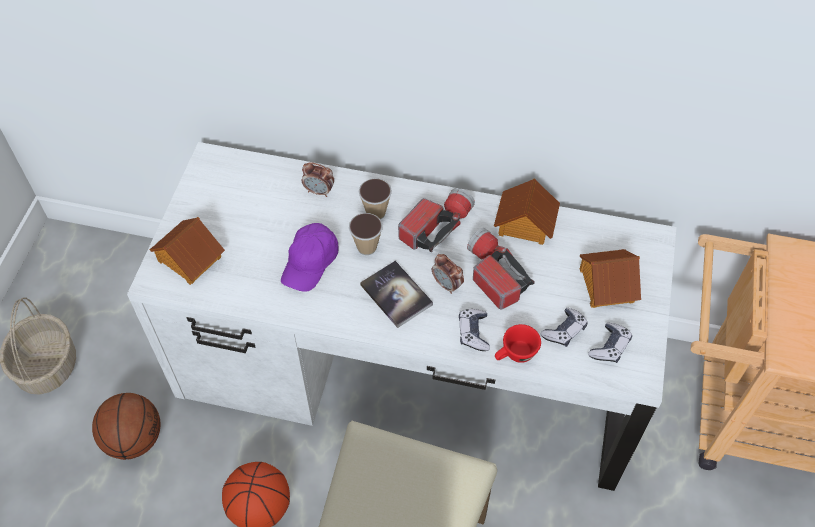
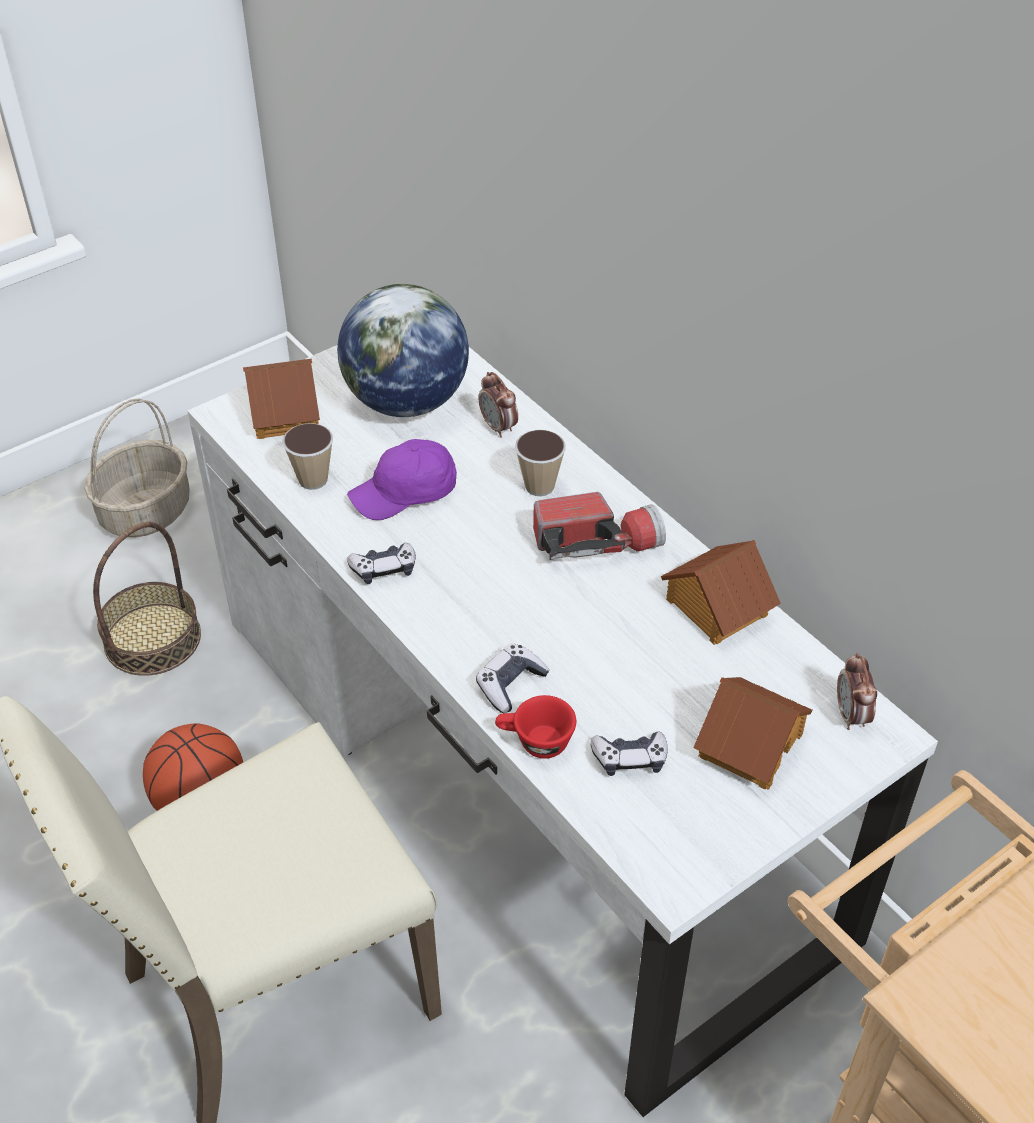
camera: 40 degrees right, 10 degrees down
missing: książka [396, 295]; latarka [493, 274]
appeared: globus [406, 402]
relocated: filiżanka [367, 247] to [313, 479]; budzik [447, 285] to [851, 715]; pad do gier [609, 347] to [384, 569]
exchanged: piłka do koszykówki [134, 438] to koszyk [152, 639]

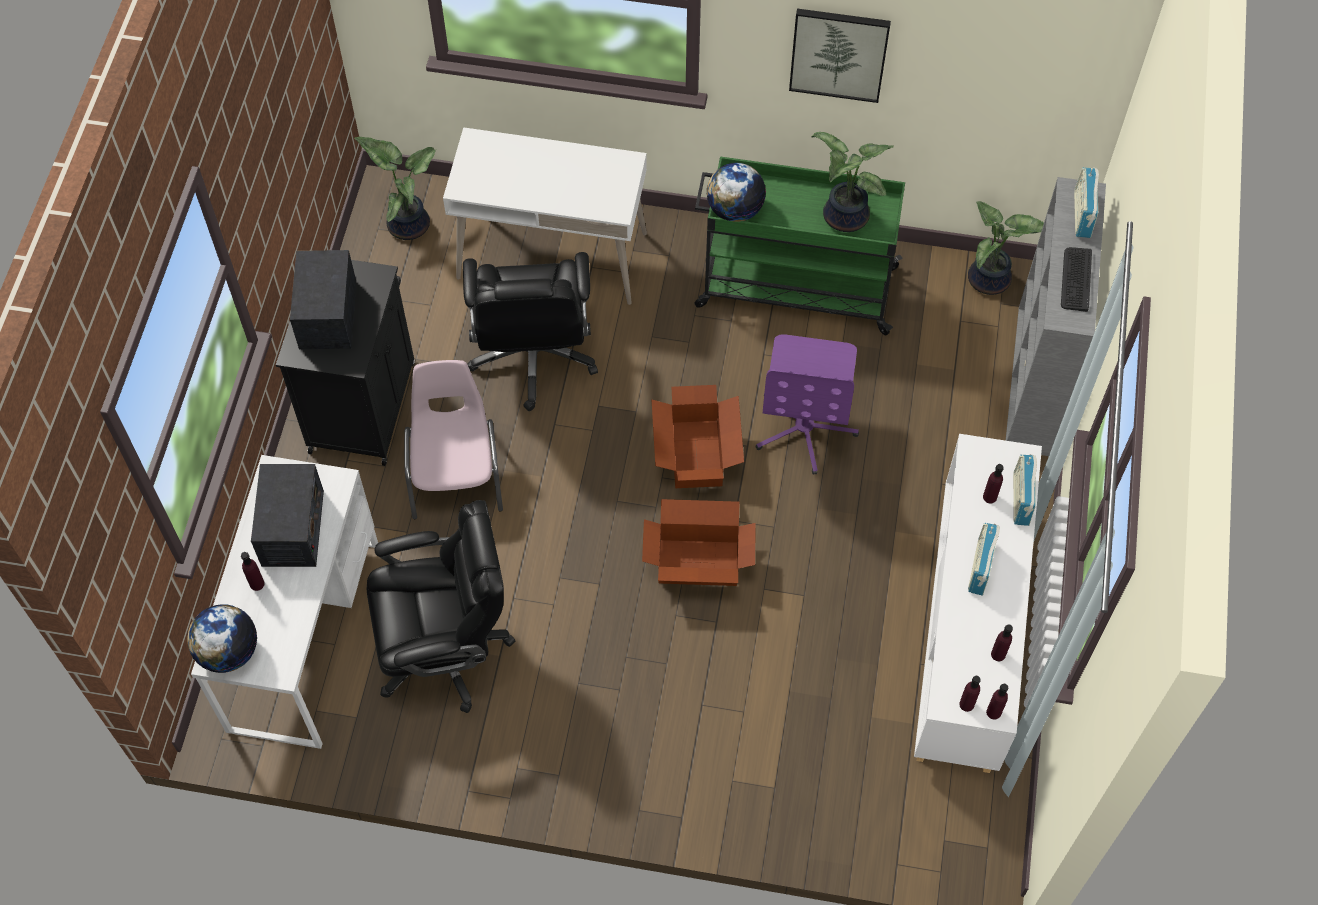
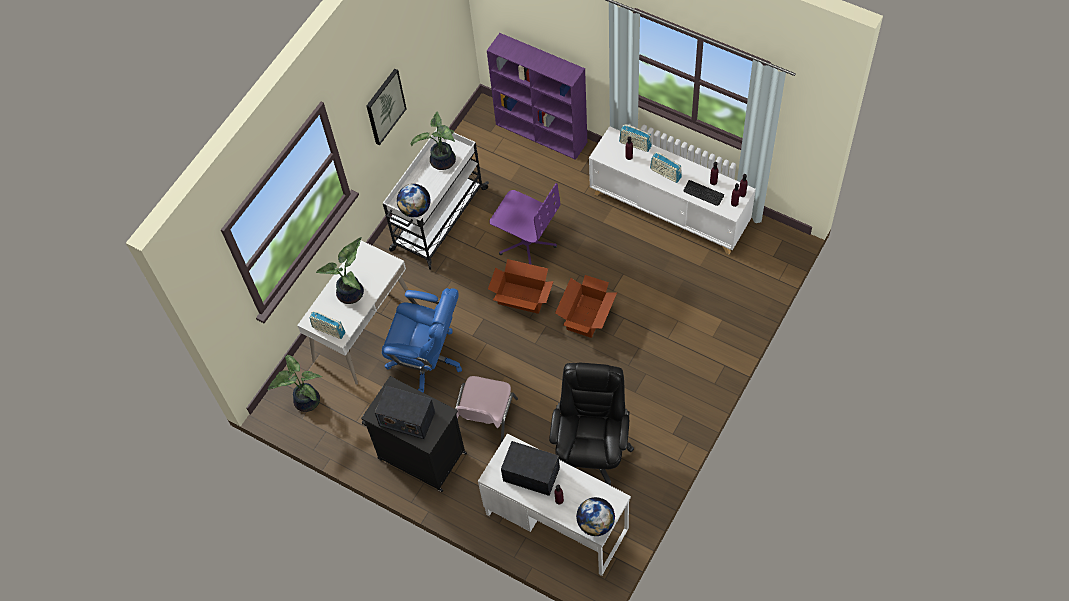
camera: 65 degrees left, 0 degrees up
relocated: roślina doniczkowa [990, 282] to [352, 293]; klawiatura [1076, 279] to [703, 193]; radio [1082, 214] to [329, 330]
colour: krzesło biurowe [czarny] [534, 357] to krzesło biurowe [niebieski] [427, 359]; wózek [zielony] [794, 287] to wózek [biały] [438, 220]; regał [szary] [1034, 381] to regał [fioletowy] [542, 133]
spun: krzesło [różowy] [456, 473] = [485, 418] 90 degrees counterclockwise

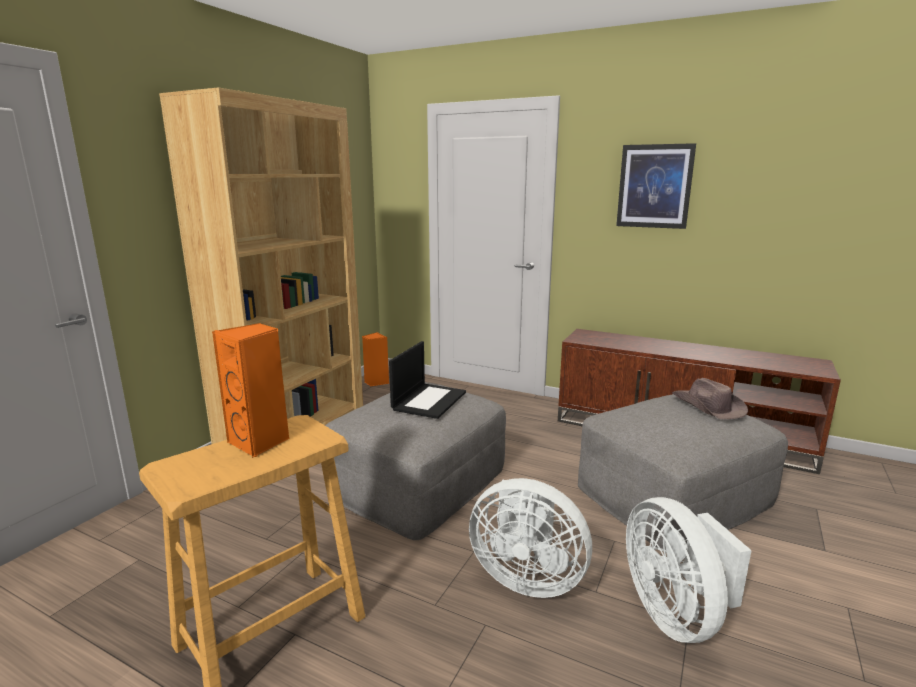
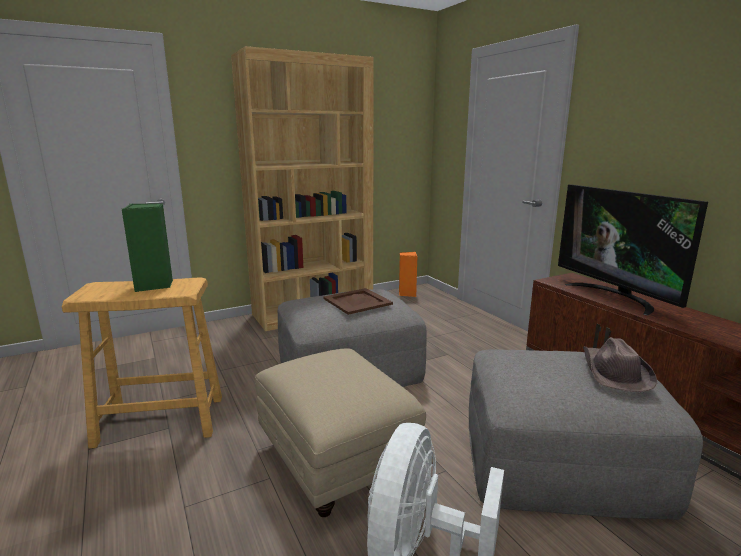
camera: 35 degrees right, 0 degrees up
missing: obraz [654, 186]
appeared: telewizor [615, 296]
exchanged: laptop [429, 400] to taca [brązowy] [357, 301]; wentylator [biały] [526, 577] to pufa [beżowy] [337, 462]
colour: głośnik [pomarańczowy] [260, 442] to głośnik [zielony] [154, 285]

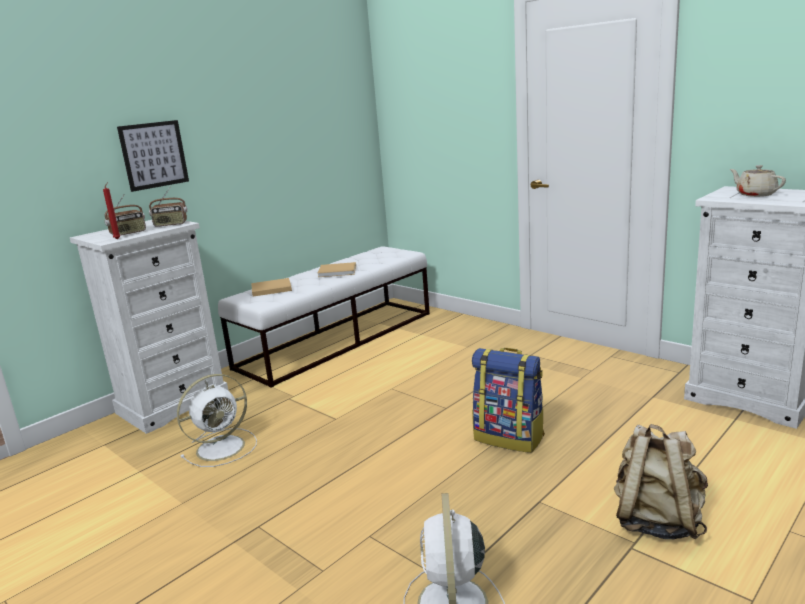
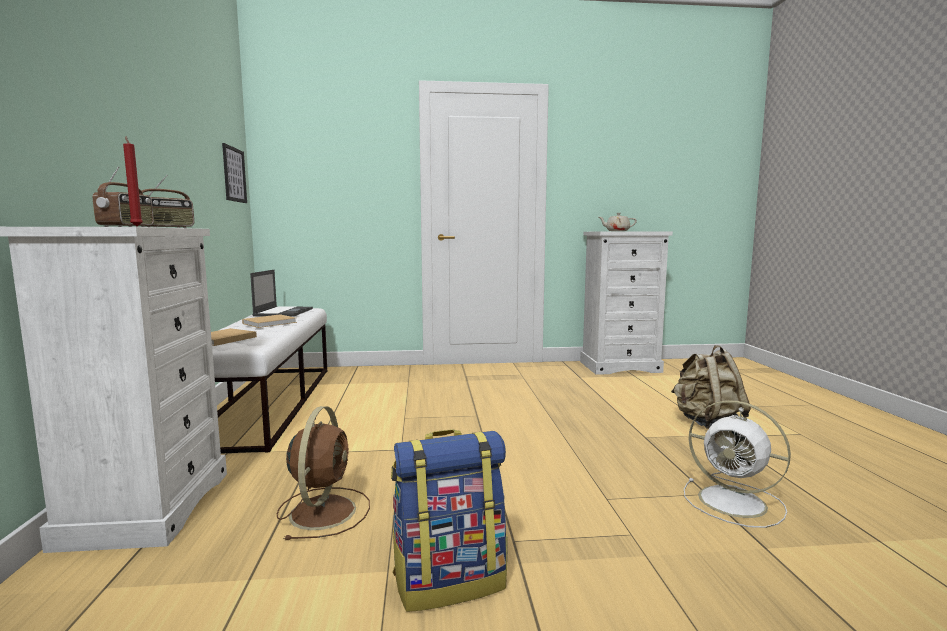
camera: 50 degrees left, 10 degrees down
appeared: laptop [284, 312]
relocated: obraz [154, 155] to [234, 174]; plecak [509, 437] to [450, 580]
colour: wentylator [biały] [222, 447] to wentylator [brązowy] [324, 510]

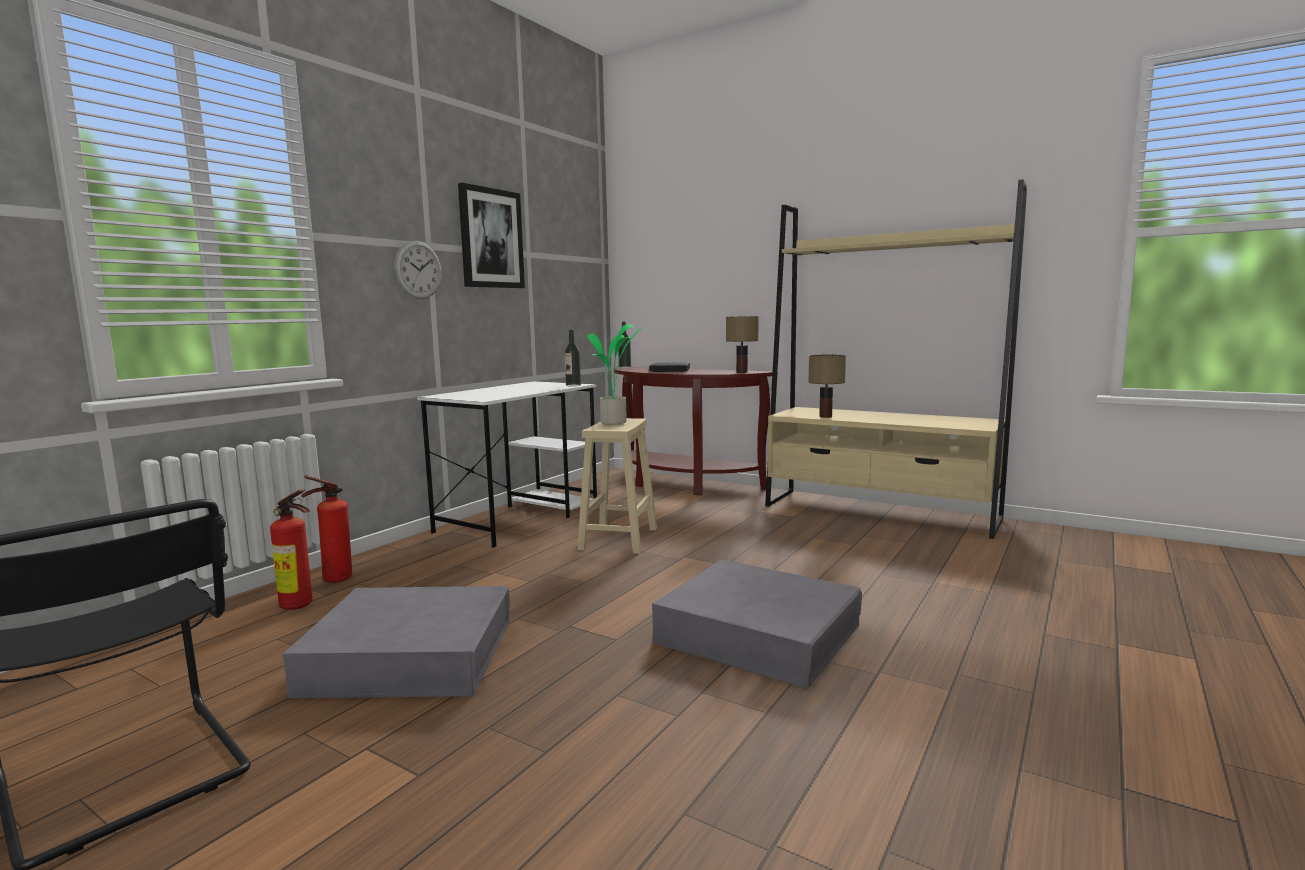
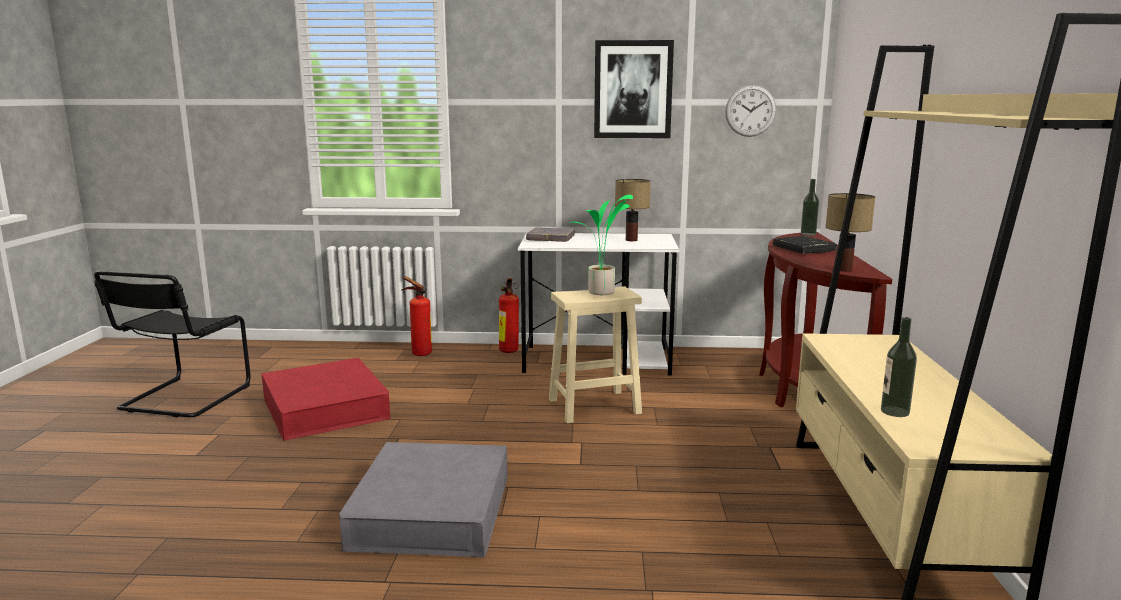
camera: 60 degrees right, 5 degrees up
appeared: książka [szary] [550, 238]
relocated: gaśnica [299, 606] to [508, 351]; zegar ścienny [418, 270] to [750, 111]; butelka [573, 385] to [895, 411]; lampa stołowa [825, 416] to [631, 240]
colour: pojemnik do przechowywania [szary] [410, 656] to pojemnik do przechowywania [czerwony] [325, 408]

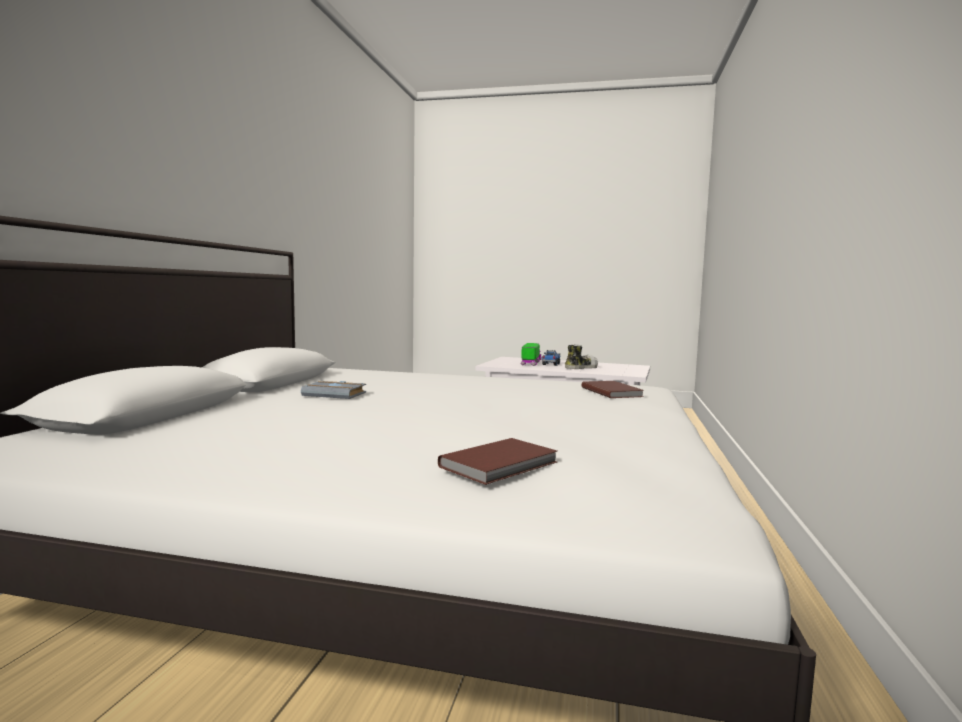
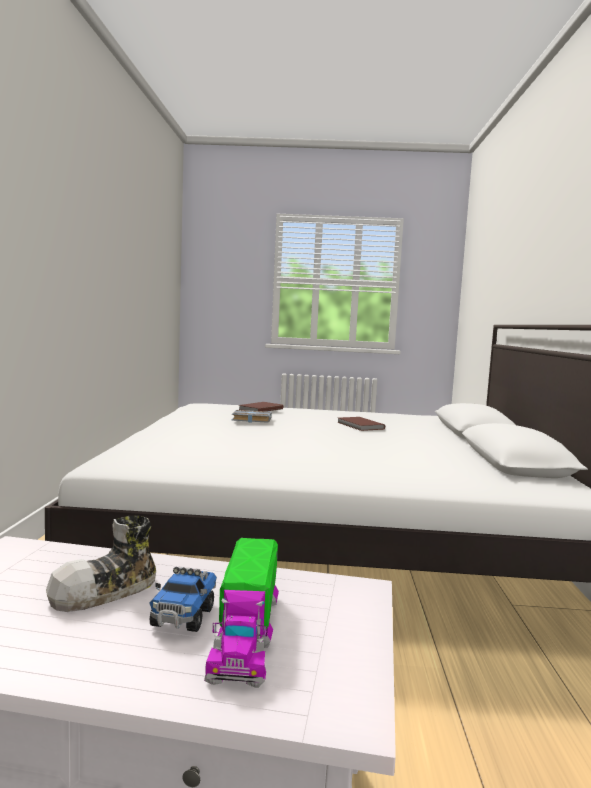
camera: 170 degrees right, 0 degrees up
relocated: książka [szary] [336, 394] to [250, 420]; książka [brązowy] [612, 392] to [359, 426]

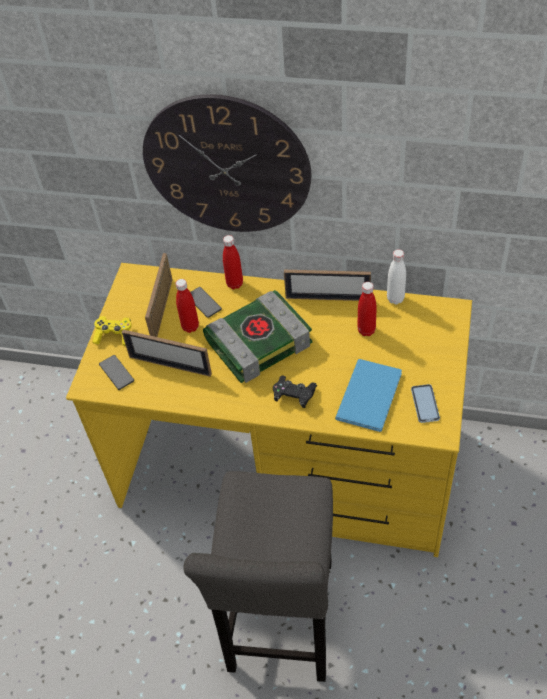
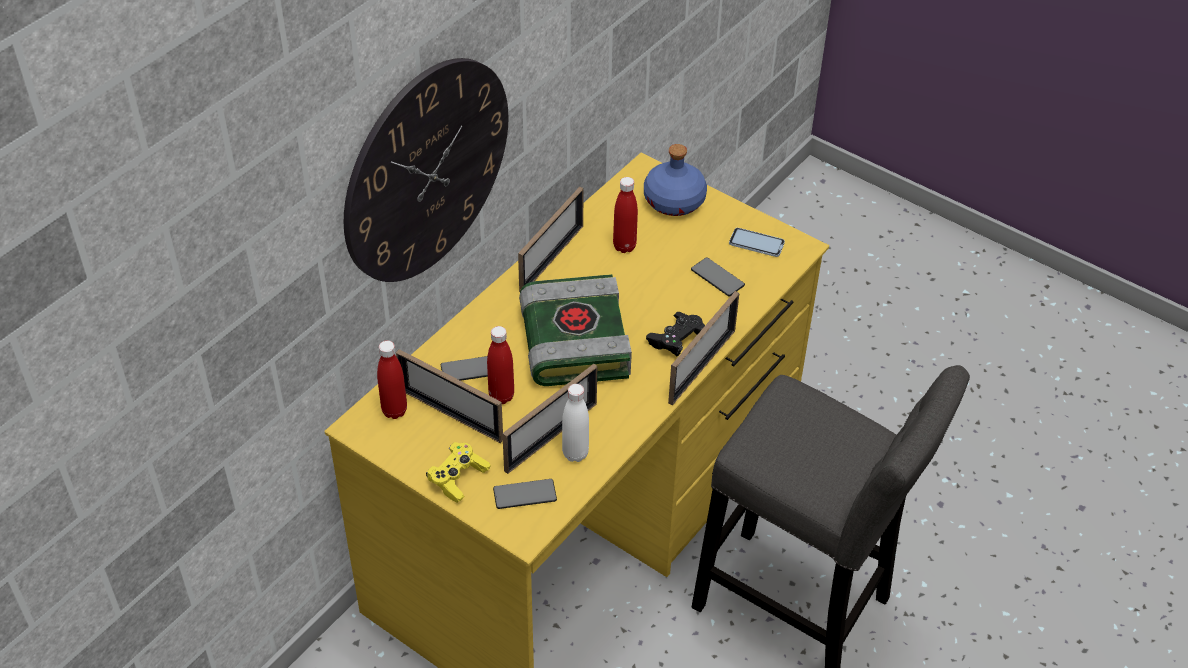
camera: 70 degrees left, 5 degrees down
appeared: butelka [niebieski] [674, 201]; ramka na zdjęcie [702, 366]
relocated: butelka [czerwony] [234, 284] to [394, 411]; butelka [biały] [395, 299] to [575, 453]
exchanged: książka [niebieski] [372, 394] to telefon [717, 278]

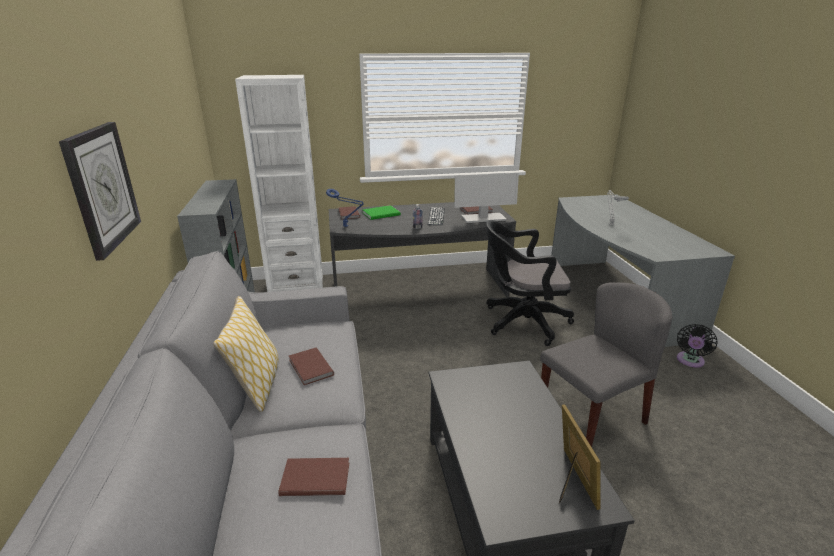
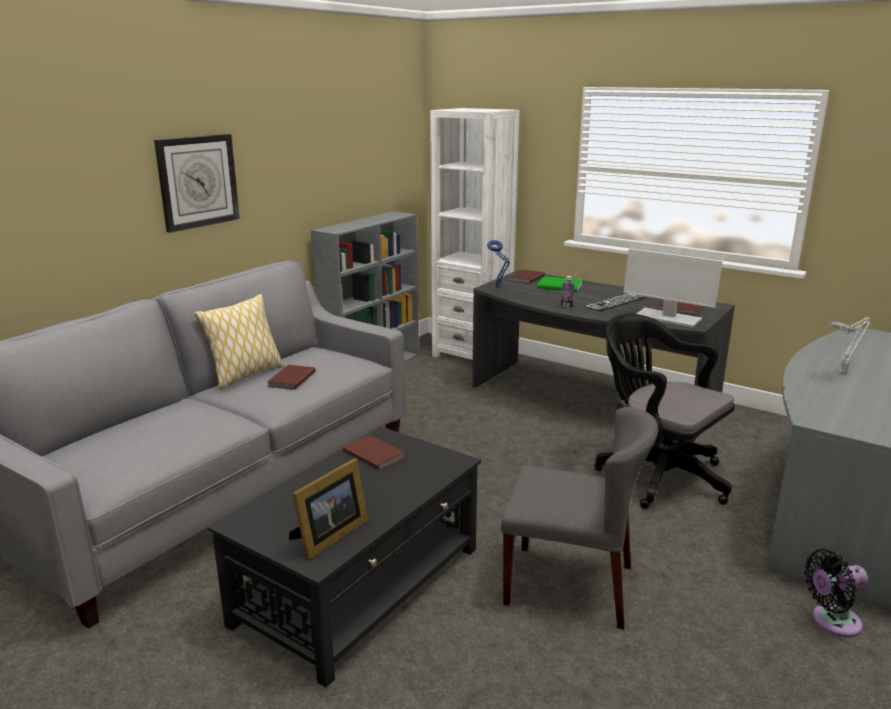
camera: 45 degrees right, 5 degrees down
relocated: książka [brązowy] [315, 478] to [374, 454]

